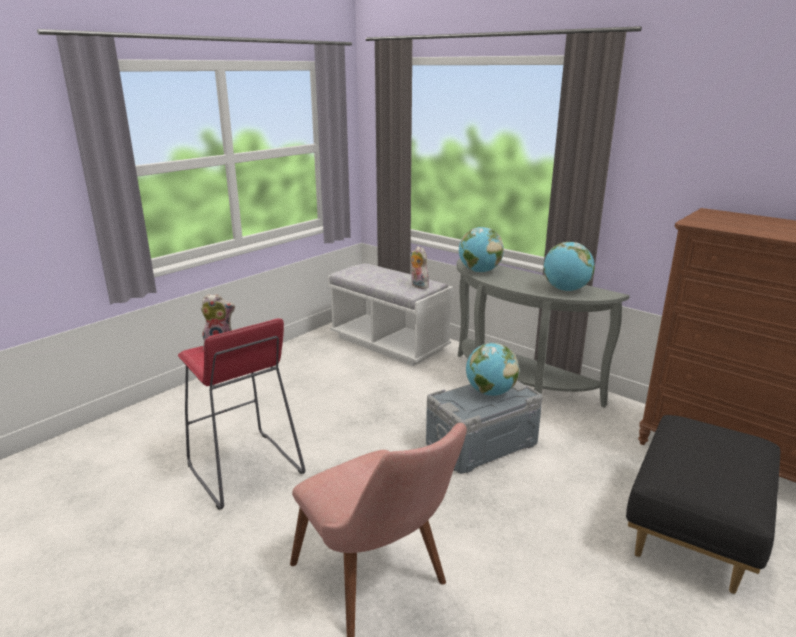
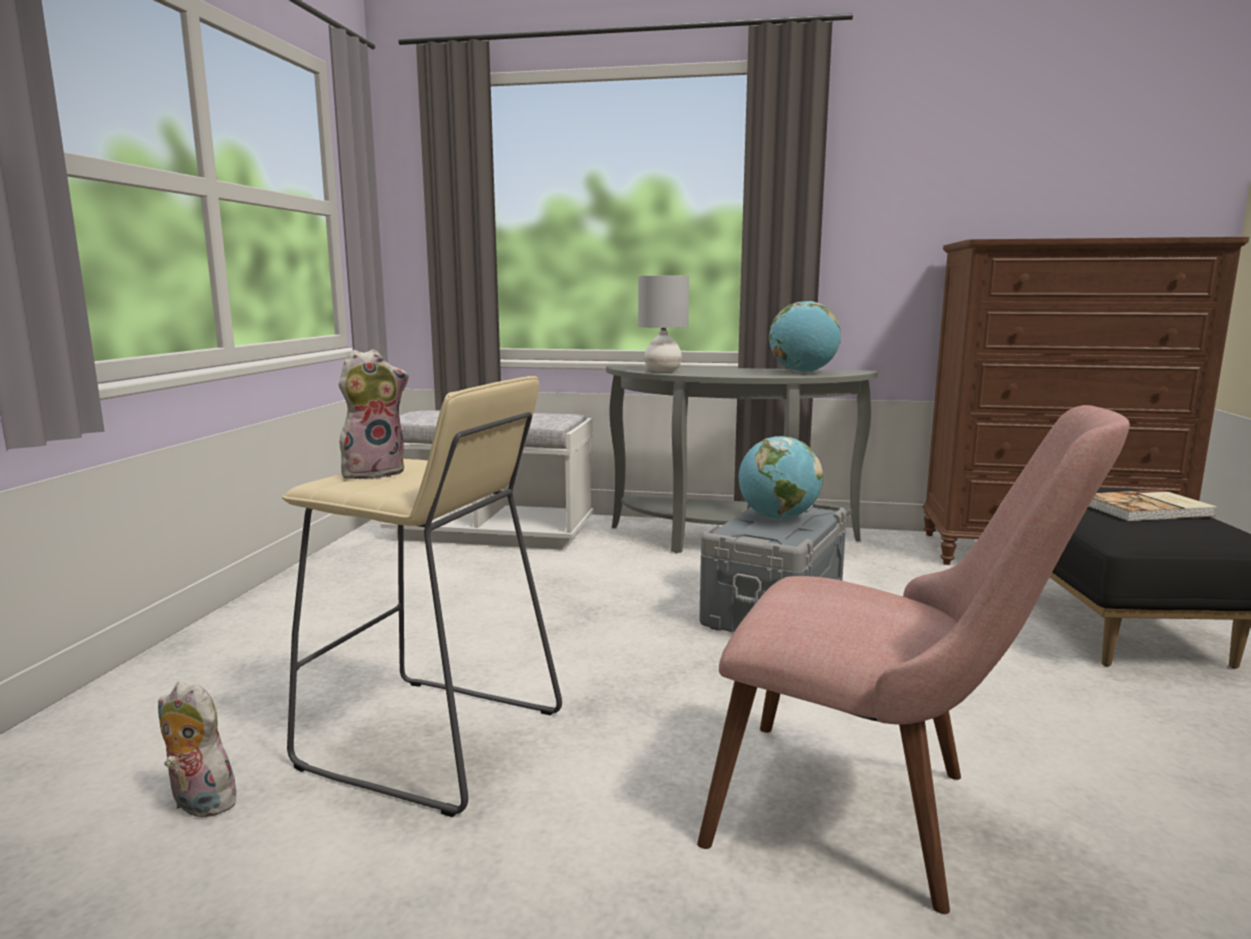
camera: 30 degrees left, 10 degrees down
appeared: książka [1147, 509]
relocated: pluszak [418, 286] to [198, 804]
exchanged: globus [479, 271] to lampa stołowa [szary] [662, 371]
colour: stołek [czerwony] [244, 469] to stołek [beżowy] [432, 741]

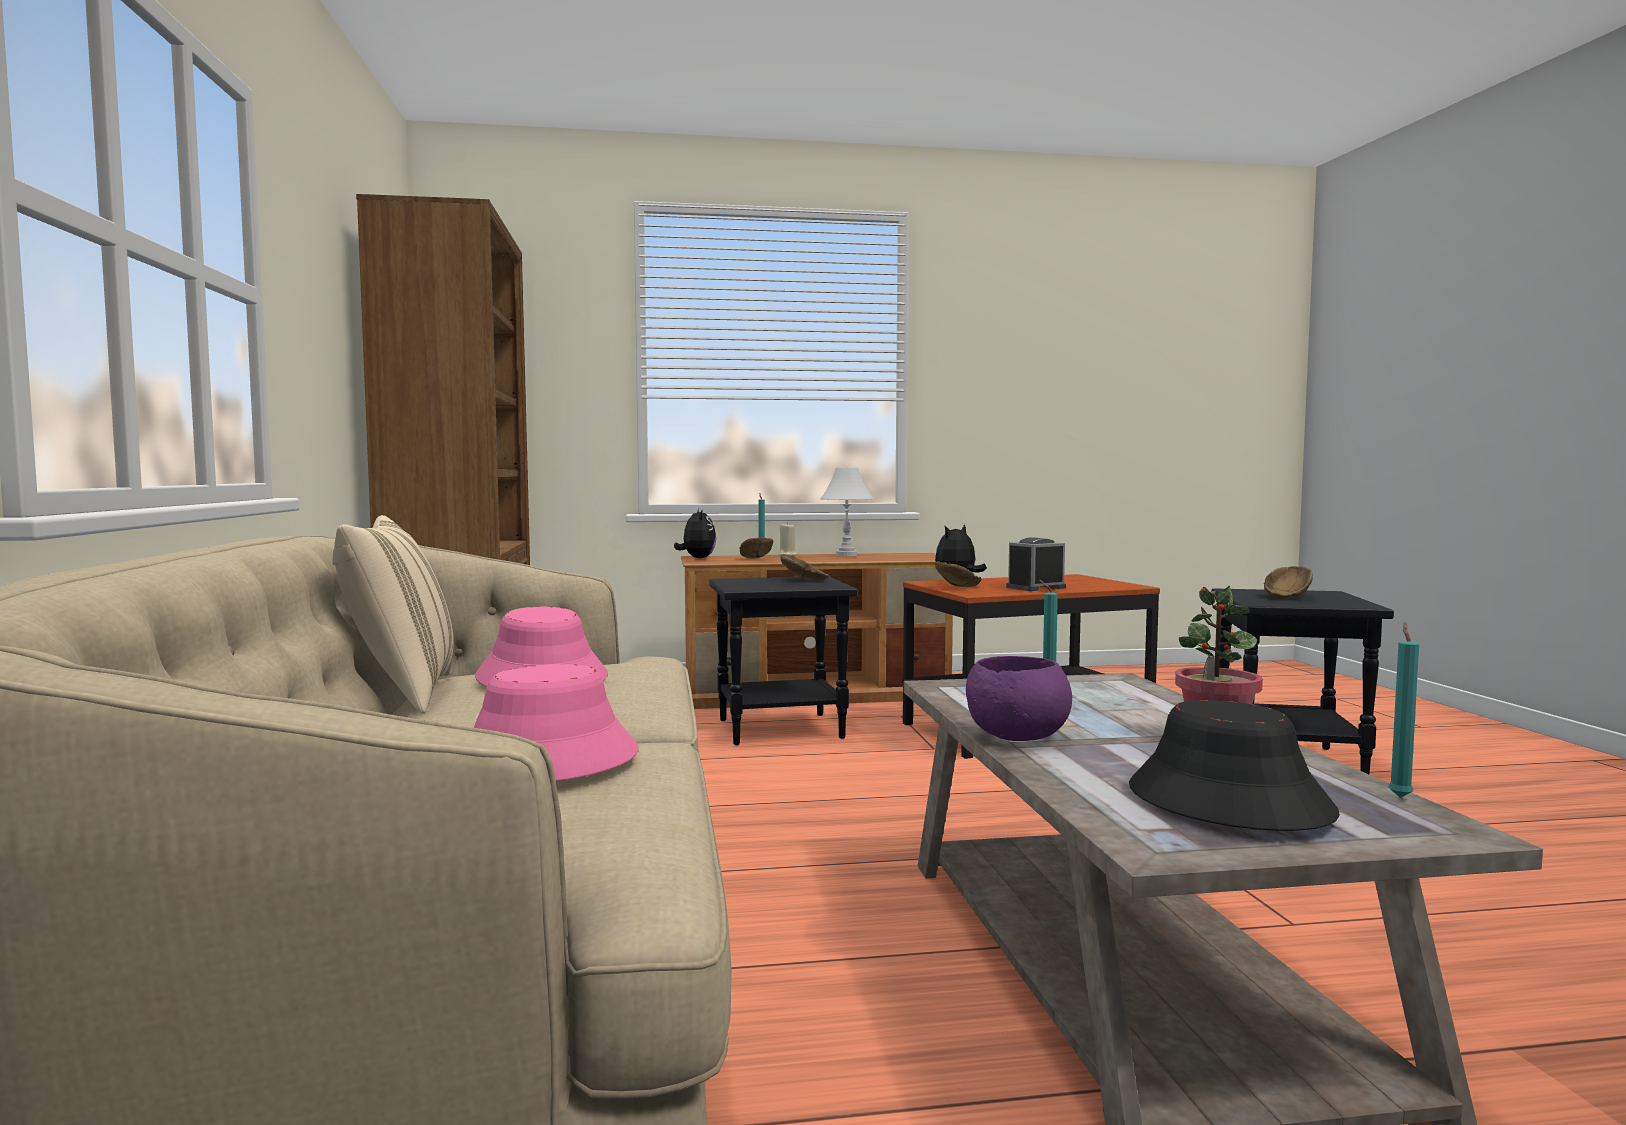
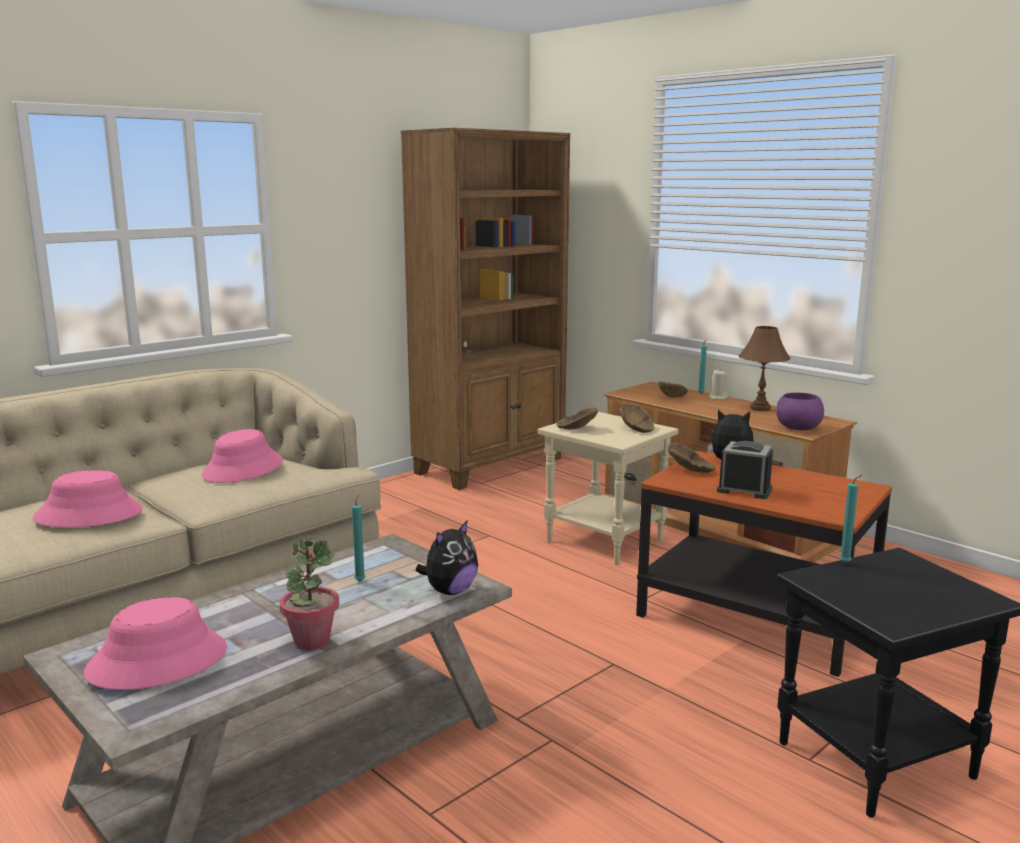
camera: 55 degrees right, 10 degrees up
missing: poduszka [beżowy] [400, 694]
relocated: pluszak [697, 558] to [450, 591]; miska [fioletowy] [1015, 736] to [798, 428]; miska [brązowy] [1285, 597] to [576, 428]; świeca [turkusowy] [1399, 796] to [846, 563]
colour: stolik [czarny] [781, 728] to stolik [beżowy] [606, 541]; lampa stołowa [biały] [846, 555] to lampa stołowa [brązowy] [760, 408]; kapelusz [czarny] [1226, 801] to kapelusz [różowy] [158, 661]

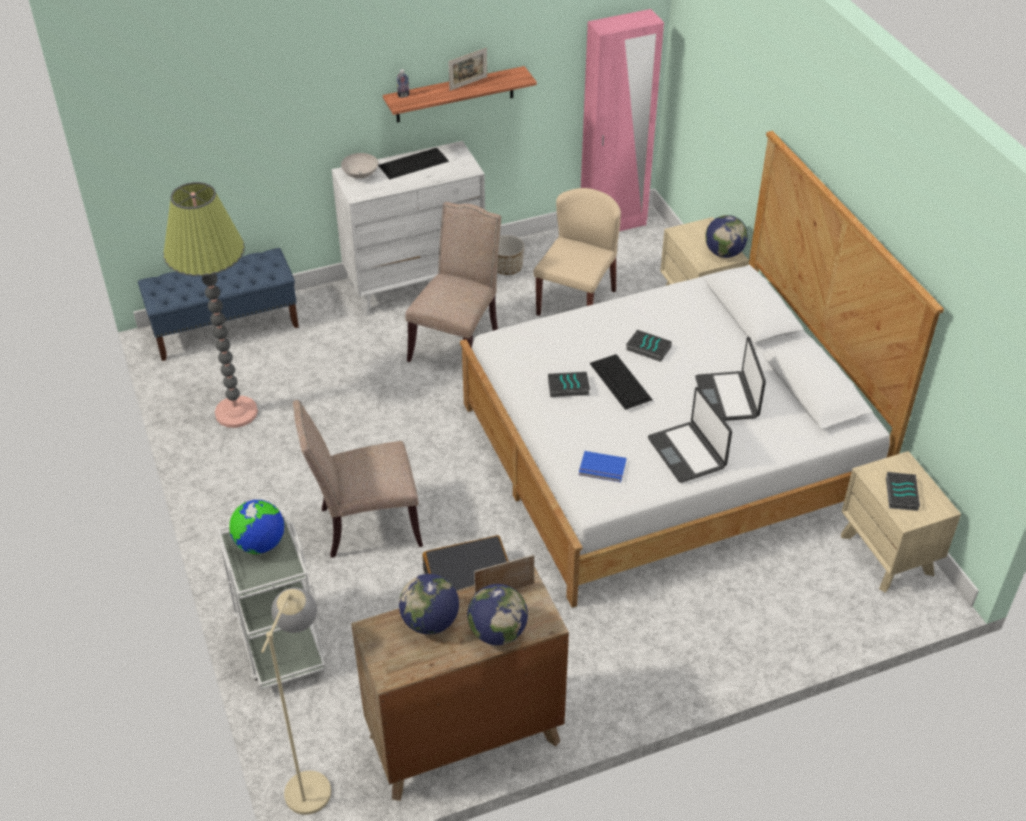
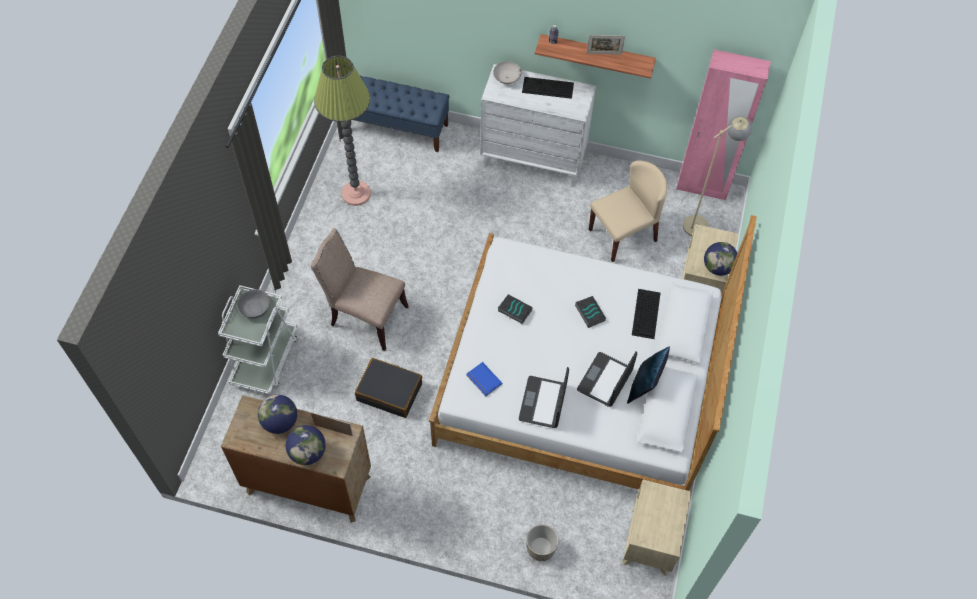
camera: 35 degrees right, 15 degrees up
missing: krzesło [beżowy] [457, 343]; książka [900, 493]
appeared: poduszka [niebieski] [644, 386]
relocated: lampa stojąca [beżowy] [313, 778] to [701, 221]; donica [507, 268] to [540, 548]; klawiatura [621, 382] to [646, 314]
exchanged: globus [260, 544] to miska [szary] [255, 308]

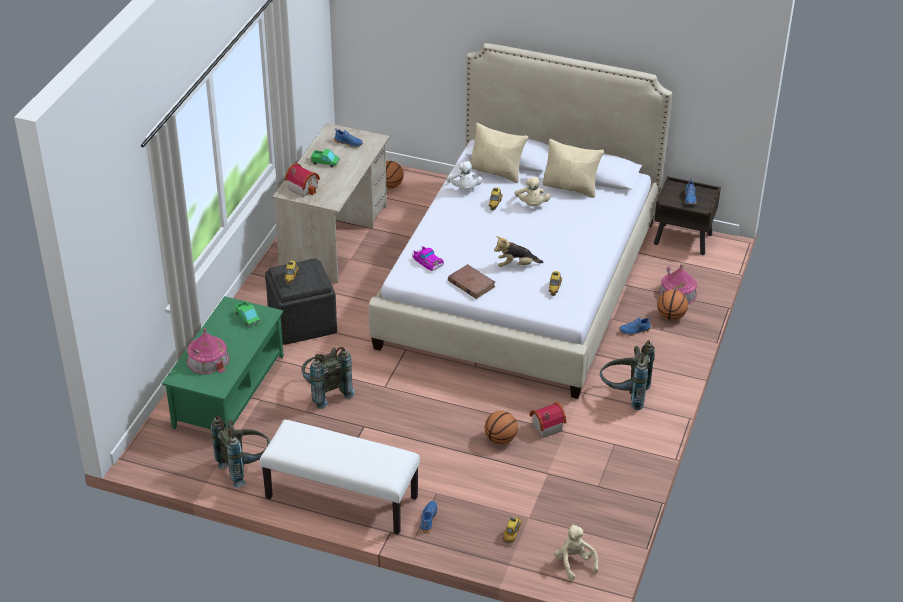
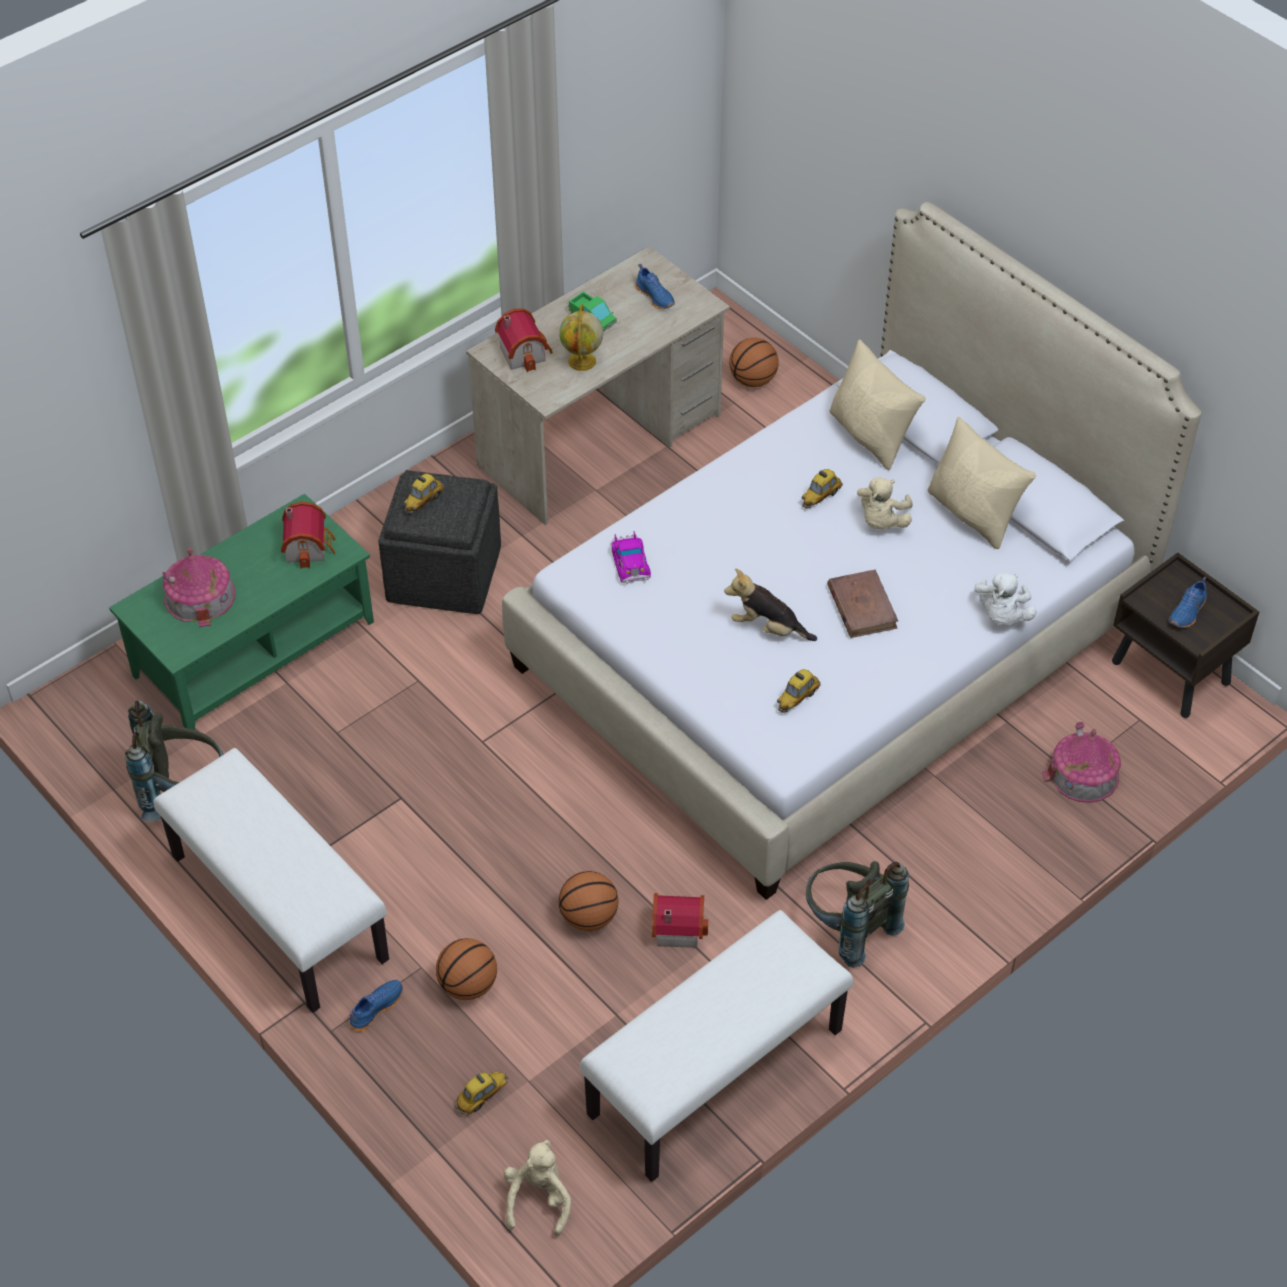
camera: 30 degrees right, 10 degrees up
missing: plecak [szary] [325, 392]; but [niebieski] [635, 331]
appeared: globus [582, 362]; ławka [biały] [716, 1074]
relocated: pluszak [biały] [464, 189] to [1002, 616]; książka [brązowy] [471, 283] to [862, 606]; piłka do koszykówki [671, 316] to [468, 985]
exchanged: ciężarówka zabawkowa [248, 318] to domek [309, 546]

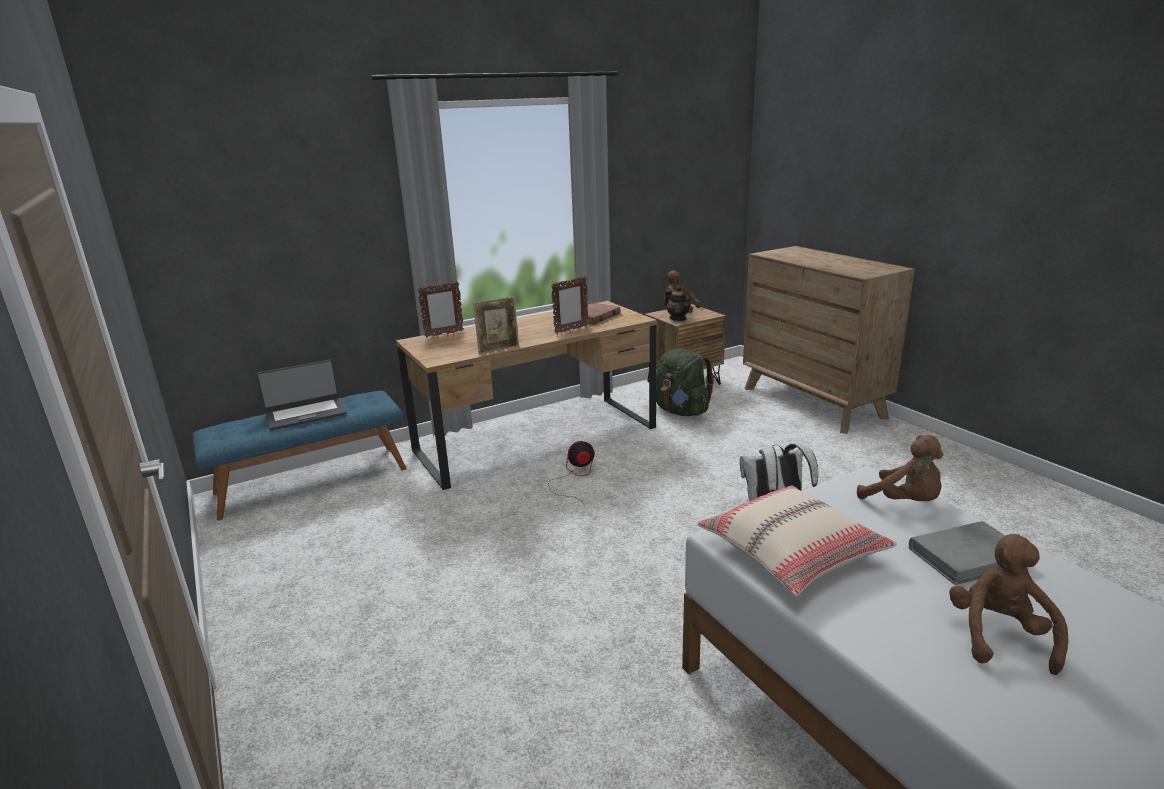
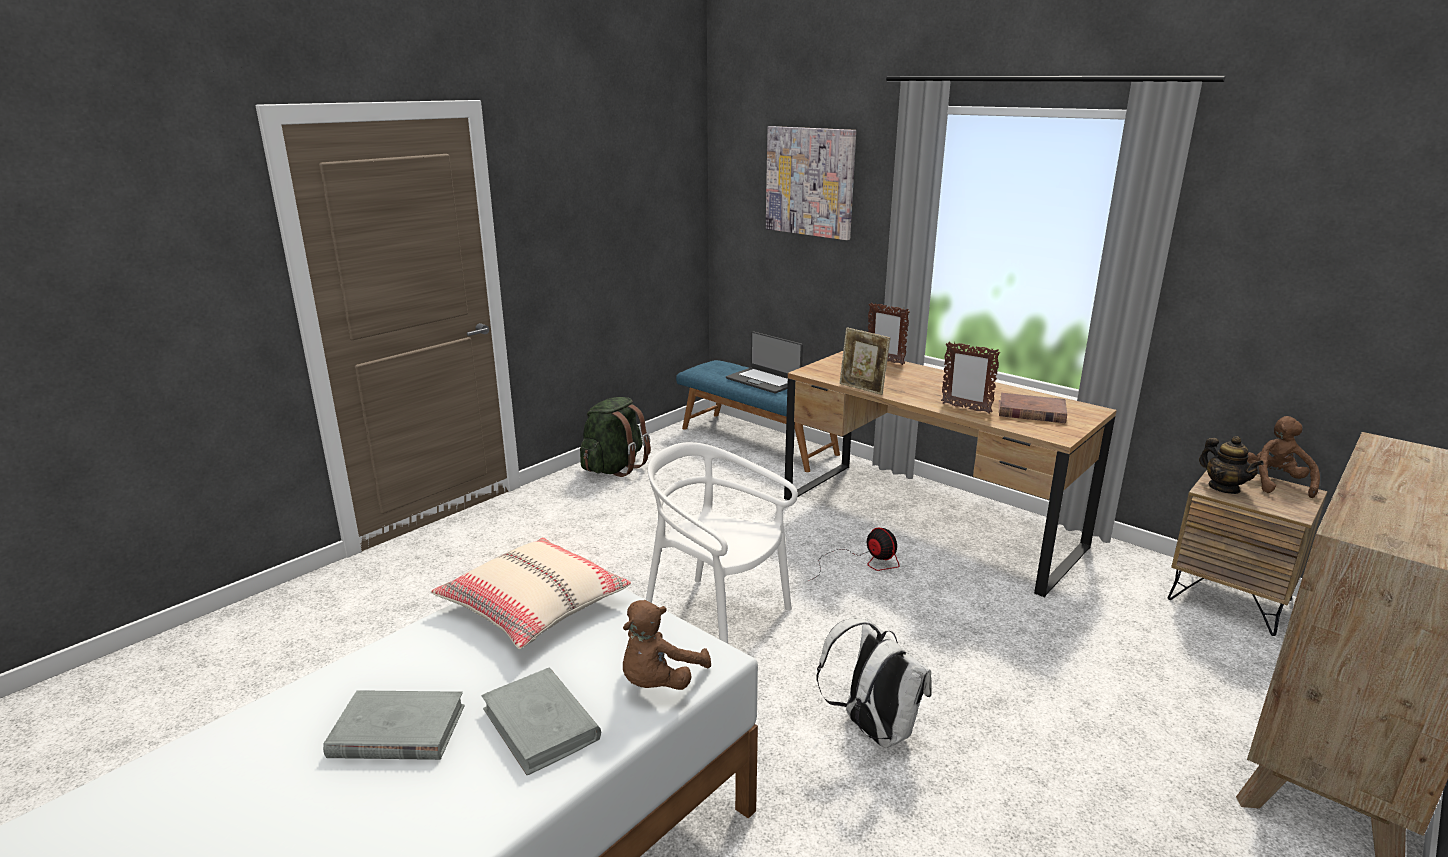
camera: 70 degrees right, 0 degrees up
appeared: krzesło [biały] [716, 618]; obraz [810, 182]
relocated: plecak [zielony] [681, 411] to [614, 467]
exchanged: pluszak [brązowy] [999, 635] to książka [szary] [397, 731]
spun: imbryk [677, 319] = [1224, 488] 60 degrees counterclockwise

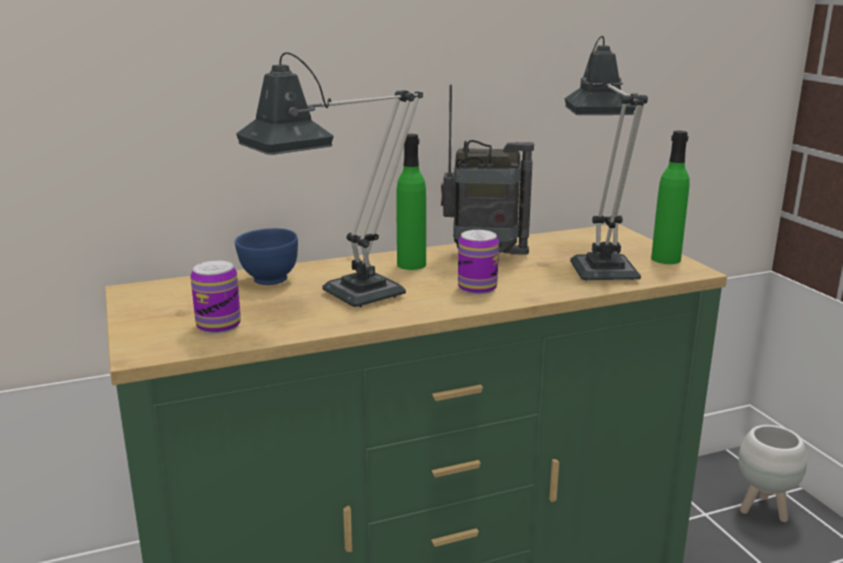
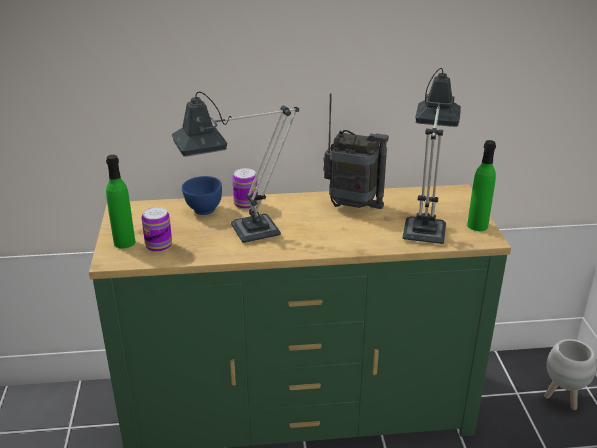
camera: 15 degrees right, 10 degrees up
relocated: butelka [zielony] [411, 264] to [124, 242]; puszka [477, 288] to [246, 204]

